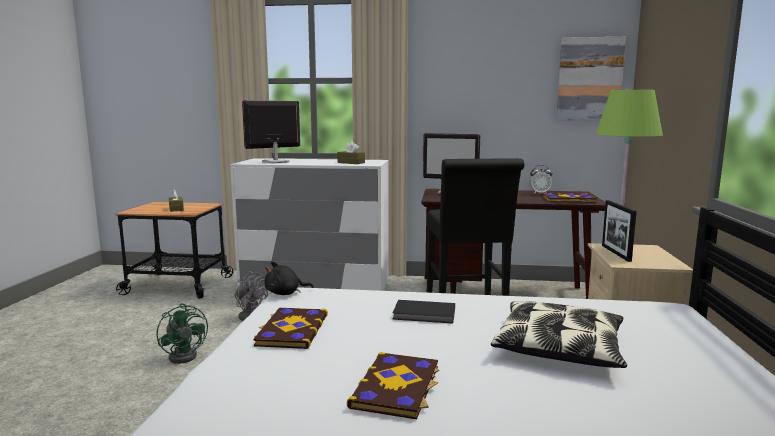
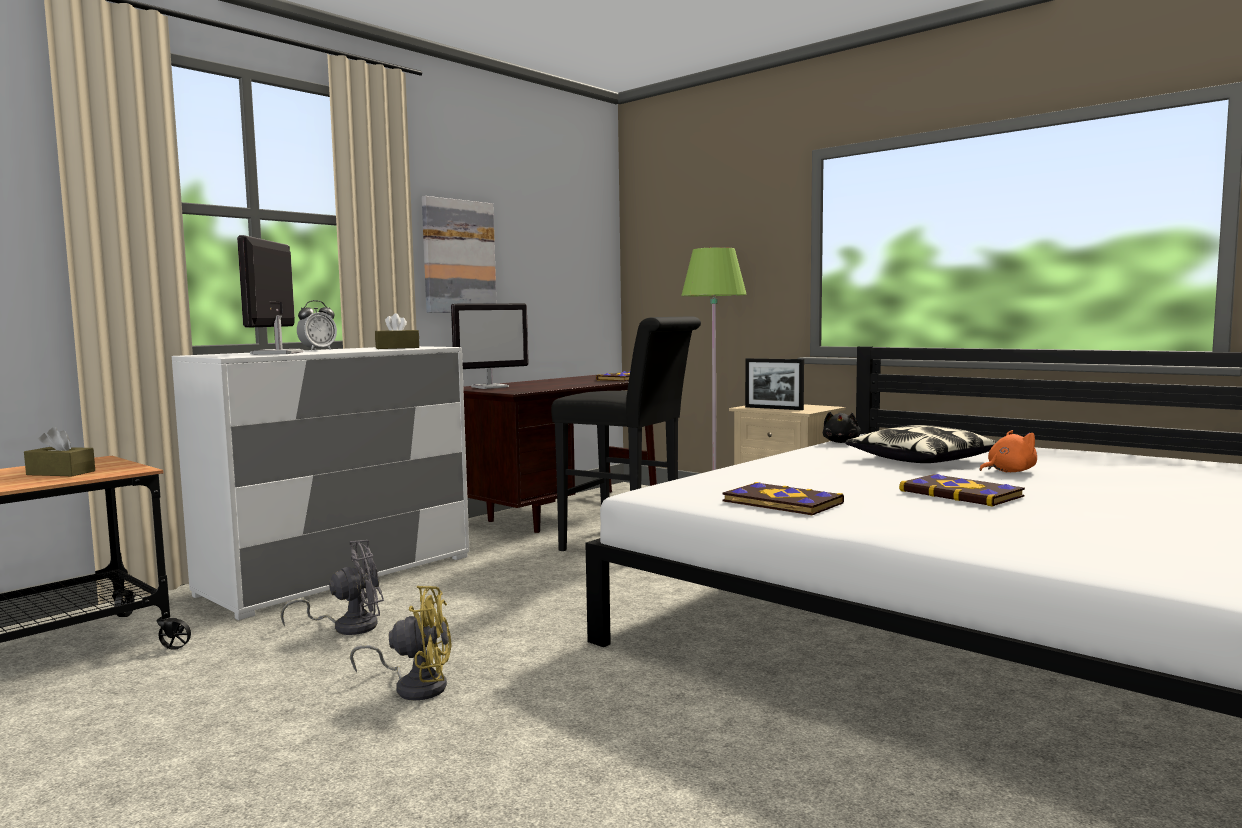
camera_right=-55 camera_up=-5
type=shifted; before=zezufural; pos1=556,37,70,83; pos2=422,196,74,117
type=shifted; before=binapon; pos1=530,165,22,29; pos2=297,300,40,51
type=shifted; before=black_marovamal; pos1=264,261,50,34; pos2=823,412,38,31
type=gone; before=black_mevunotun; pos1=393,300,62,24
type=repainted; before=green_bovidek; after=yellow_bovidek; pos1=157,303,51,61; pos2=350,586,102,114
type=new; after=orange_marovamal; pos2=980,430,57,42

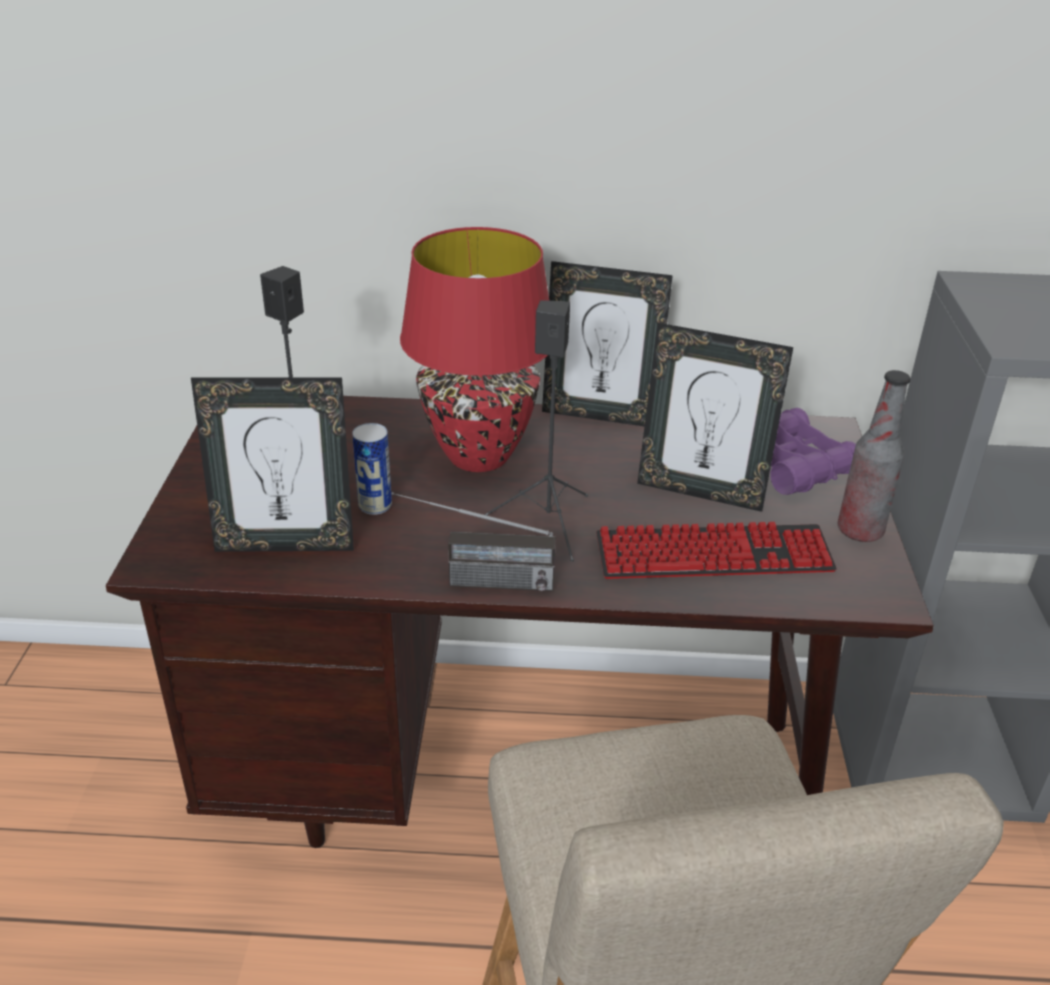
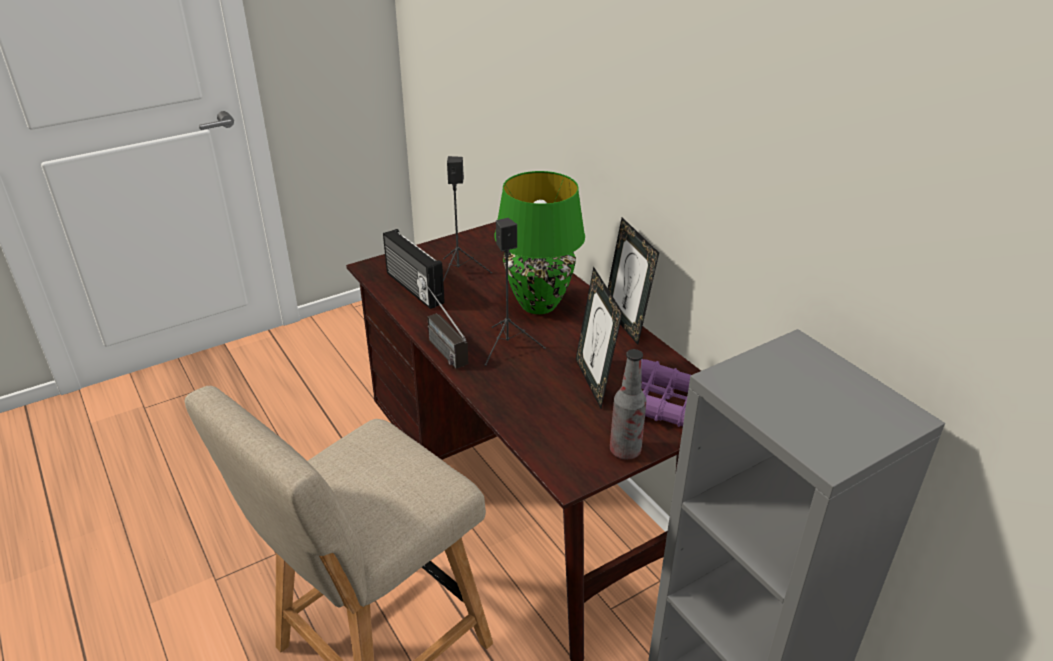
camera_right=55 camera_up=0
type=repainted; before=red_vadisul; after=green_vadisul; pos1=400,227,149,245; pos2=494,171,91,143
type=swapped; before=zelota; after=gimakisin; pos1=191,377,163,175; pos2=383,229,62,80
type=gone; before=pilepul; pos1=352,423,40,92
type=gone; before=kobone; pos1=596,522,241,57

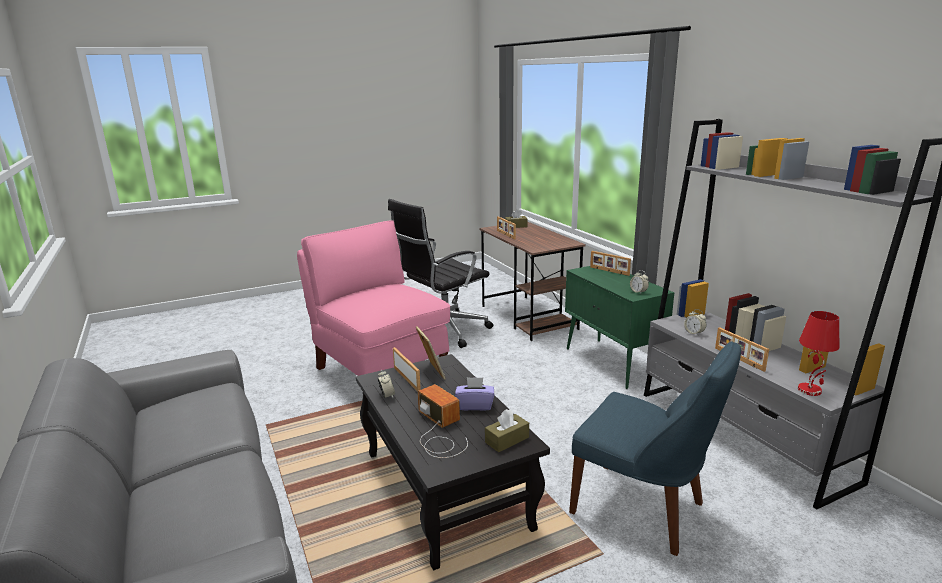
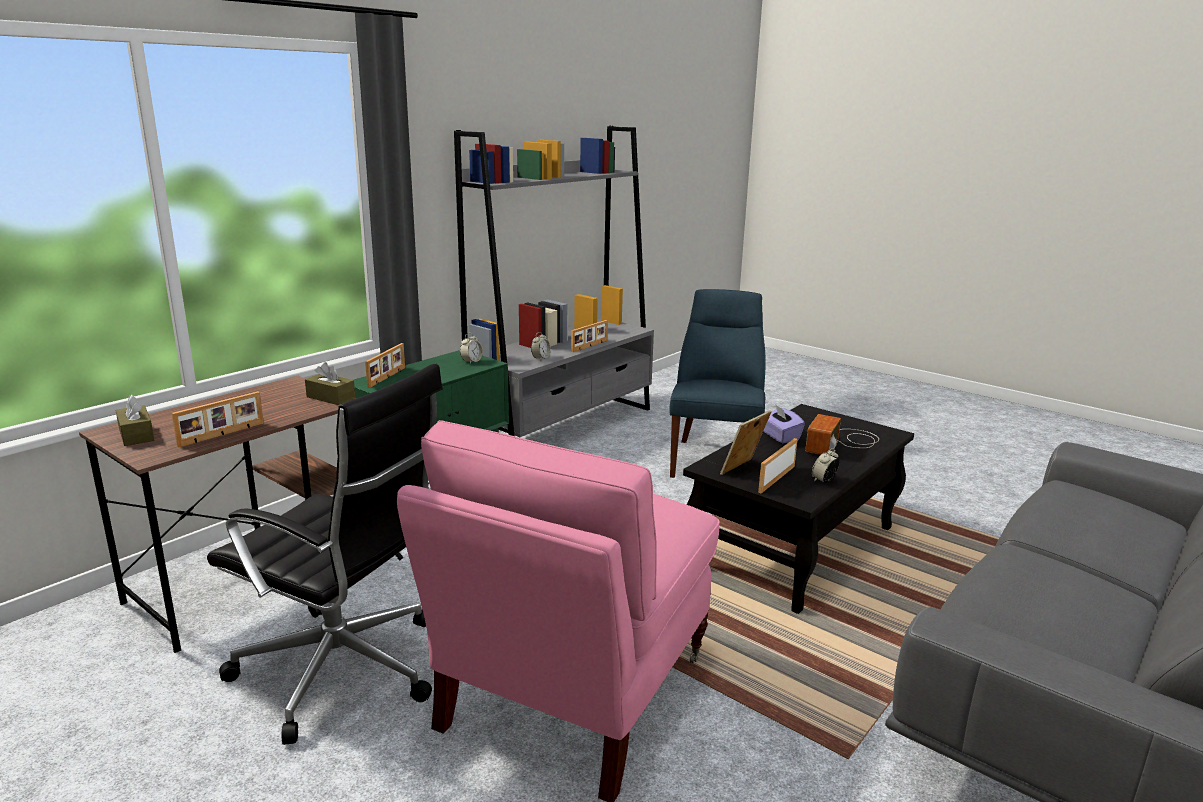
camera_right=-115 camera_up=0
type=gone; before=red_vadisul; pos1=798,311,41,85
type=shifted; before=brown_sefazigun; pos1=485,409,44,43; pos2=305,362,50,43

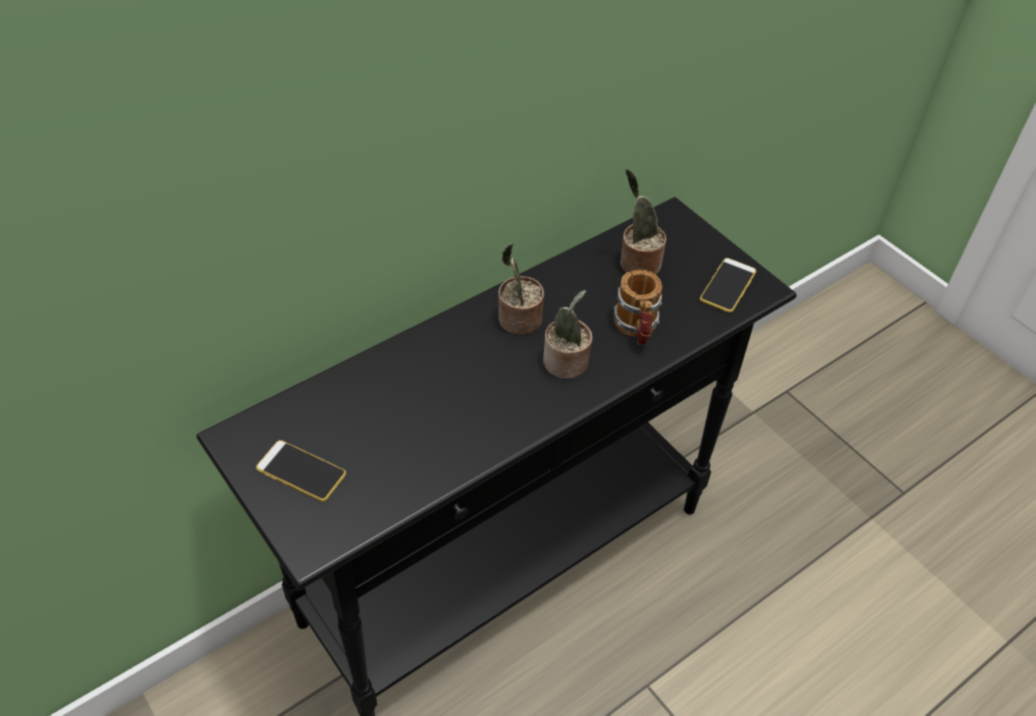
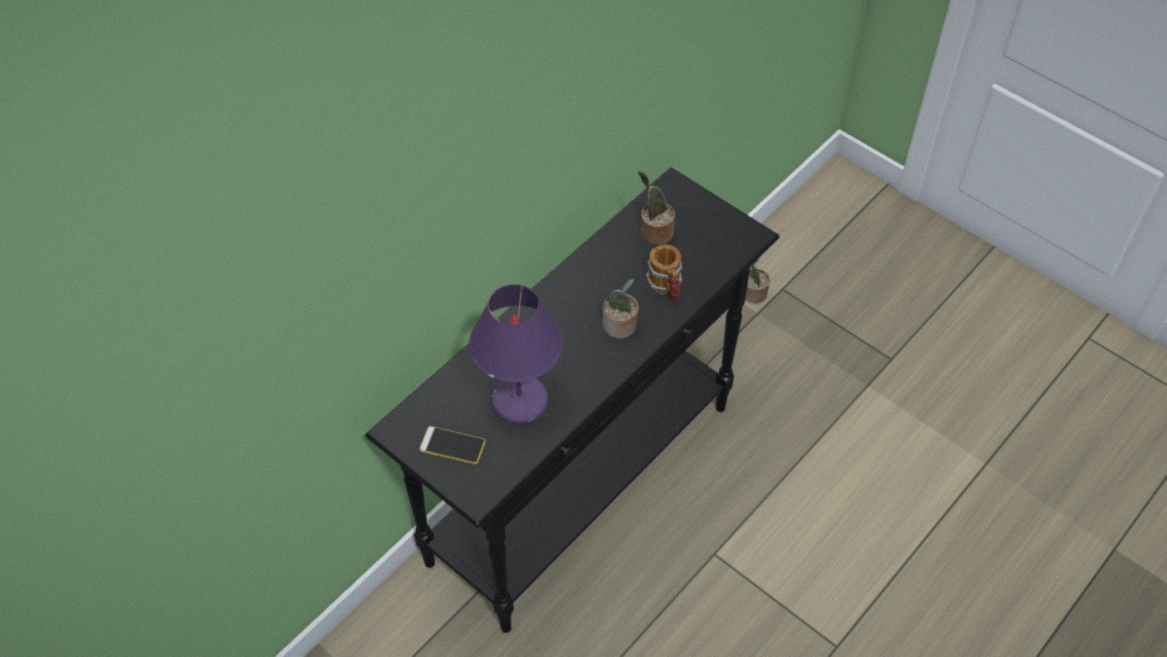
camera_right=-10 camera_up=5
type=shifted; before=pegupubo; pos1=498,243,46,92; pos2=745,258,25,46
type=gone; before=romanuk; pos1=700,258,56,55
type=new; after=purple_vadisul; pos2=469,284,94,140

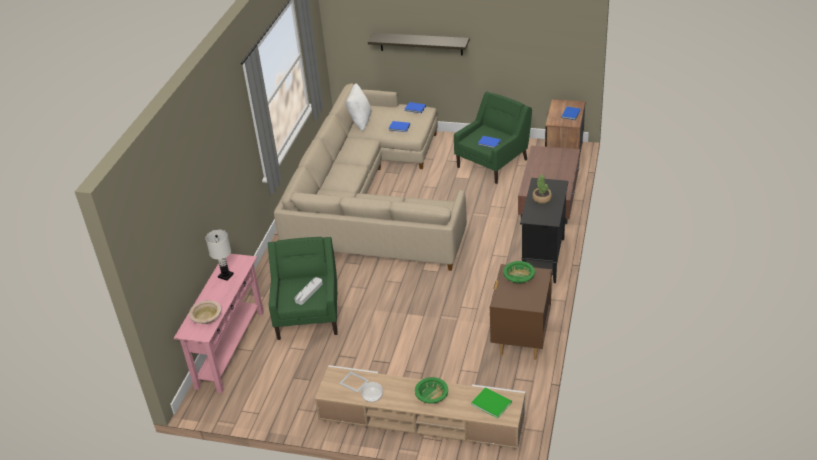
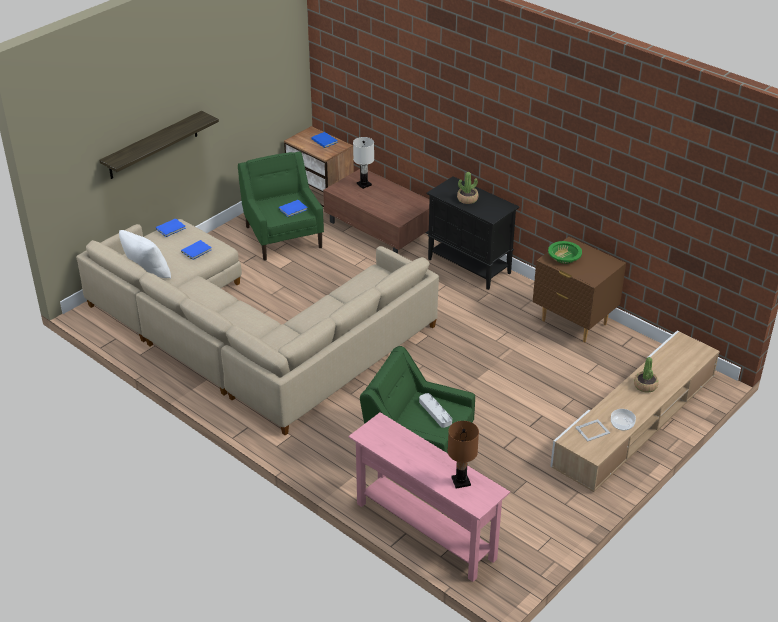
camera_right=-65 camera_up=0
type=shifted; before=white_vadisul; pos1=206,230,28,51; pos2=353,137,21,52
type=swapped; before=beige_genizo; after=brown_vadisul; pos1=189,300,32,24; pos2=448,421,31,68
type=swapped; before=green_genizo; after=pegupubo; pos1=415,377,33,27; pos2=634,357,24,36
type=gone; before=green_mevunotun; pos1=471,388,41,31

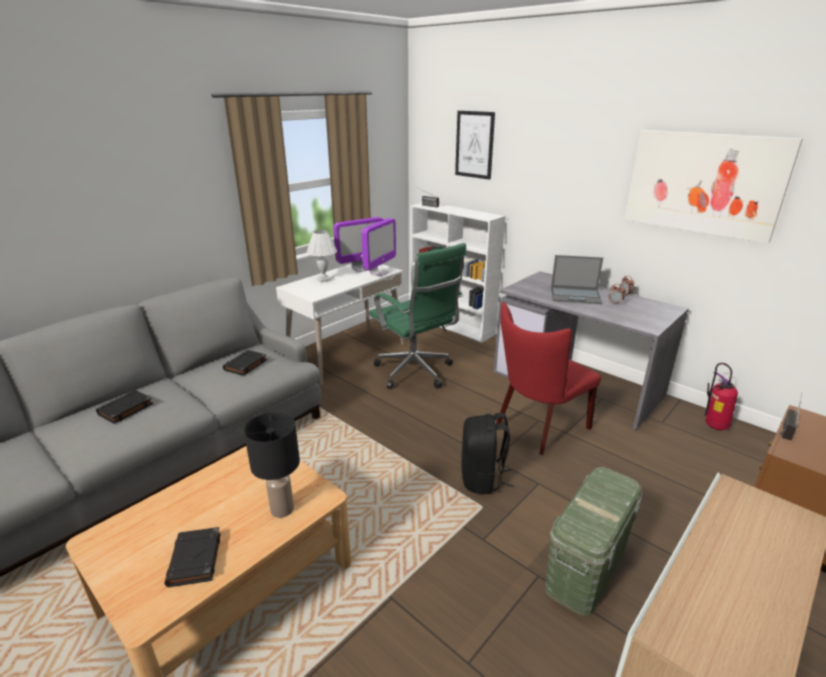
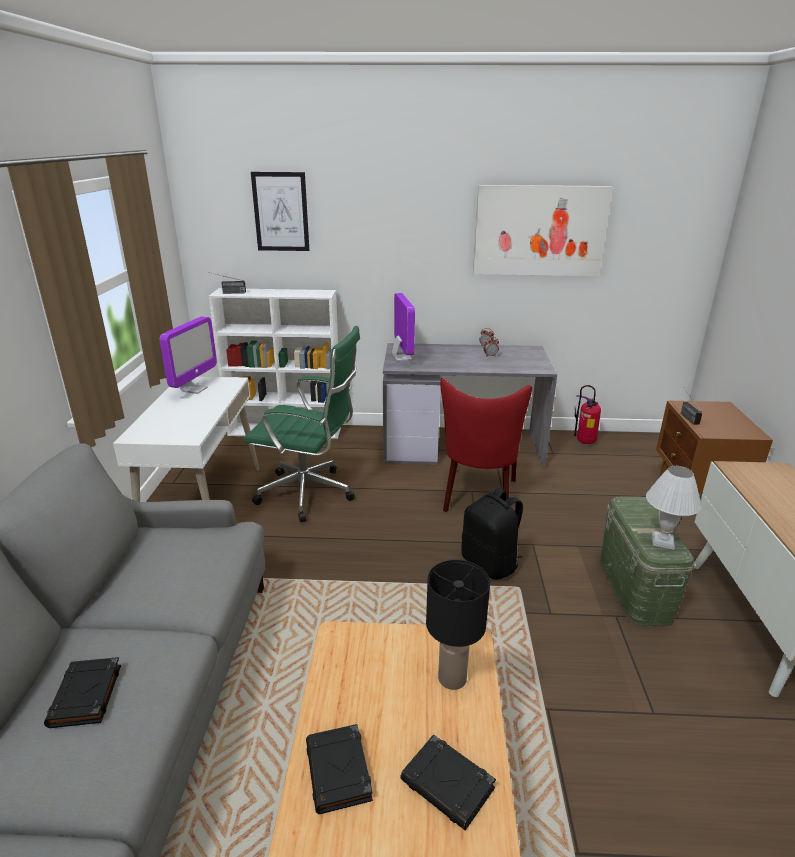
camera_right=-40 camera_up=0
type=shifted; before=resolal; pos1=361,218,35,58; pos2=392,293,23,68
type=shifted; before=white_vadisul; pos1=307,230,30,52; pos2=646,466,55,84
type=gone; before=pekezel; pos1=551,255,52,49
type=shifted; before=black_mevunotun; pos1=223,350,44,26; pos2=306,724,67,90

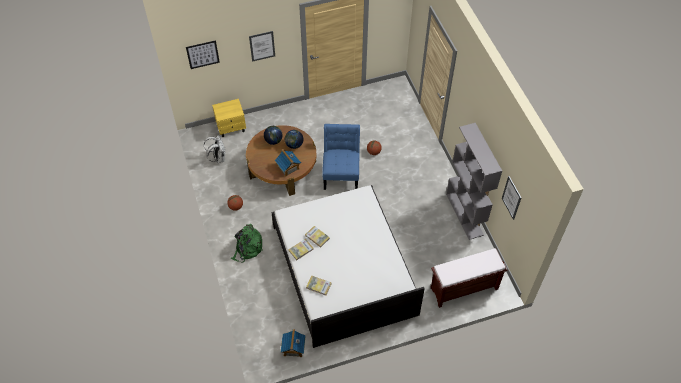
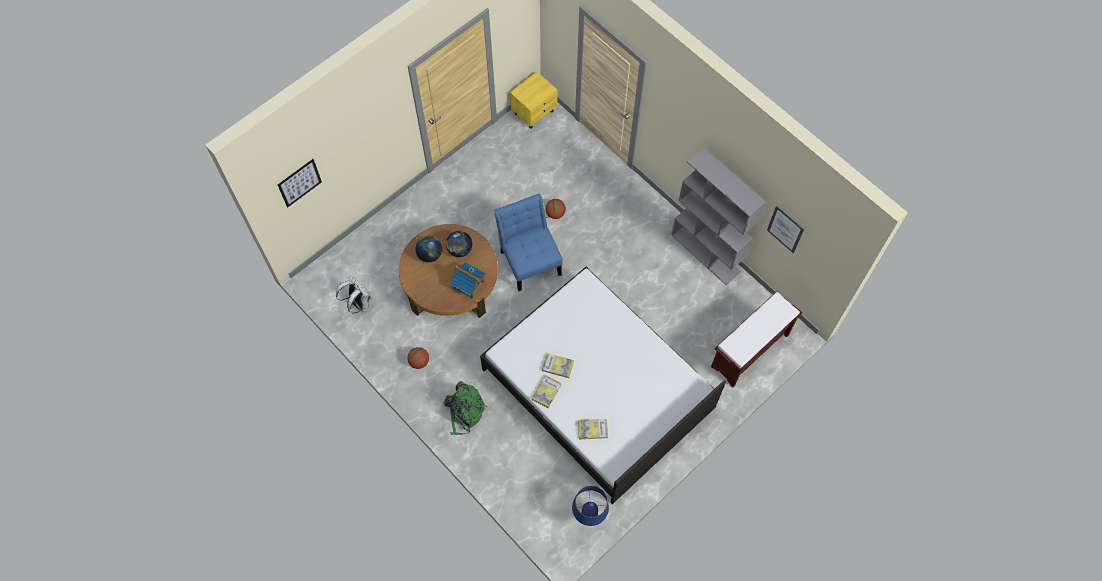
camera_right=-25 camera_up=10
type=gone; before=zezufural; pos1=249,31,26,31
type=shifted; before=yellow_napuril; pos1=212,99,34,38; pos2=510,72,48,57
type=swapped; before=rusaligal; after=blue_vadisul; pos1=281,329,25,28; pos2=572,486,37,40

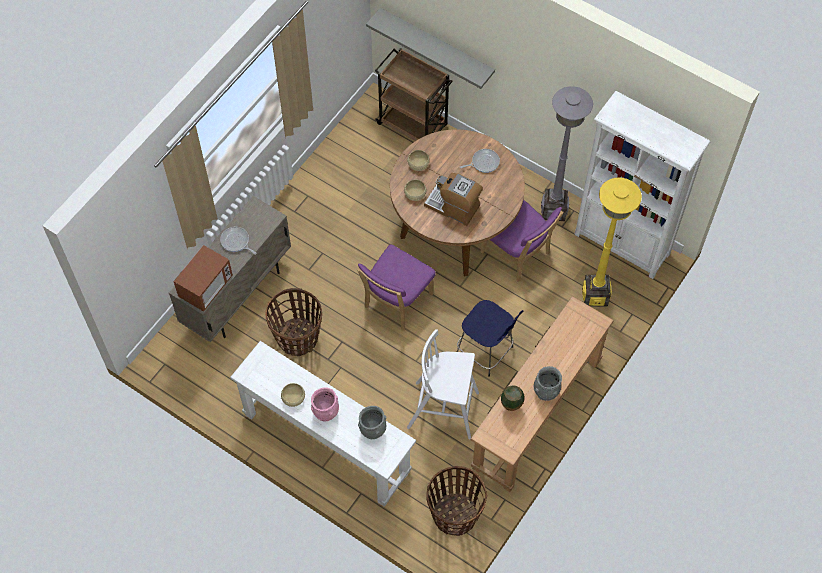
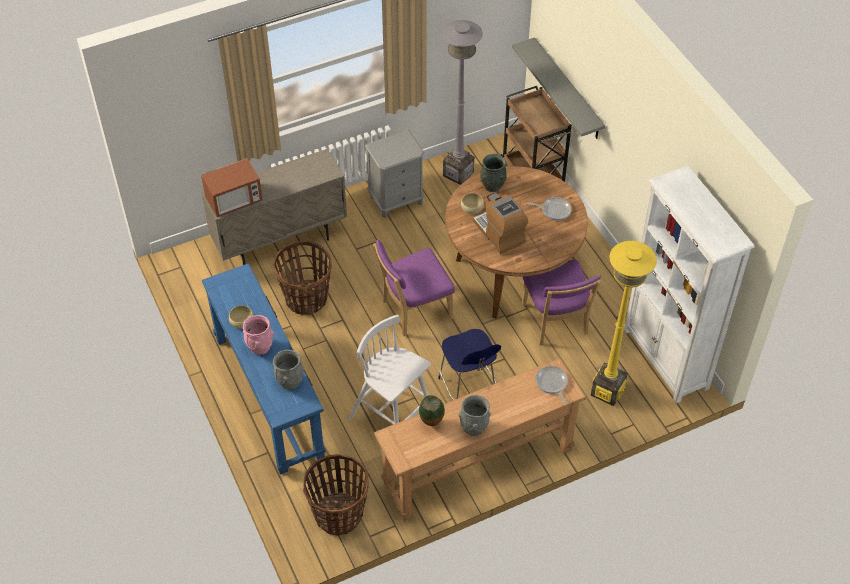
camera_right=30 camera_up=-10
type=shifted; before=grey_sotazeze; pos1=541,86,52,135; pos2=442,20,41,165
type=swapped; before=beige_genizo; after=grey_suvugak; pos1=408,150,22,21; pos2=480,154,27,38
type=shifted; before=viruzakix; pos1=220,227,37,28; pos2=536,366,32,38
type=repainted; before=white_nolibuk; after=blue_nolibuk; pos1=230,341,186,166; pos2=202,263,124,211
type=new; after=grey_napuril; pos2=365,130,60,88

